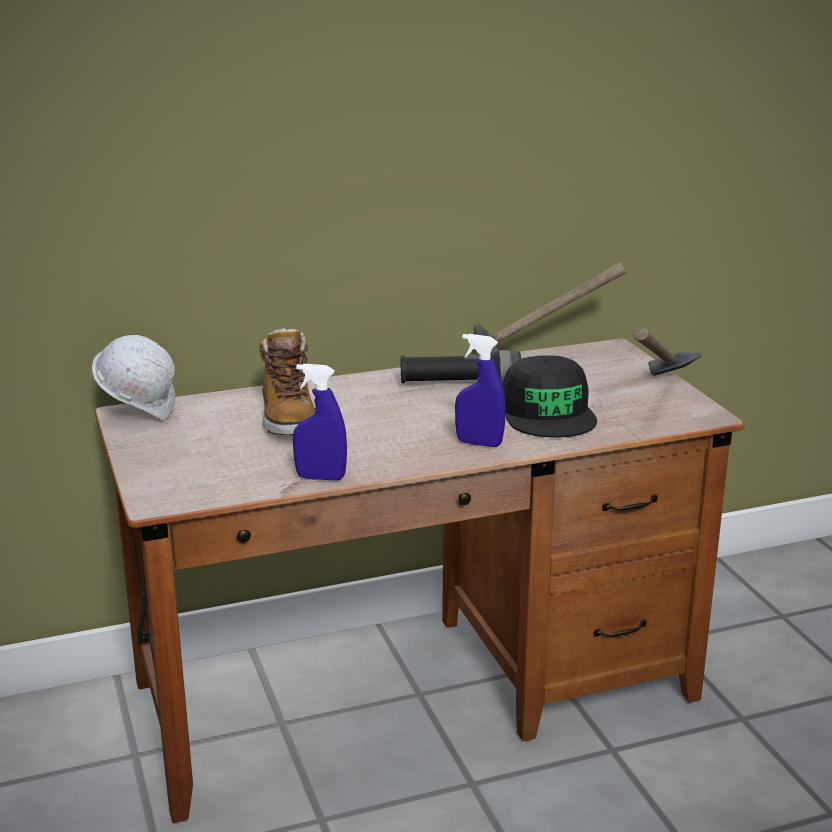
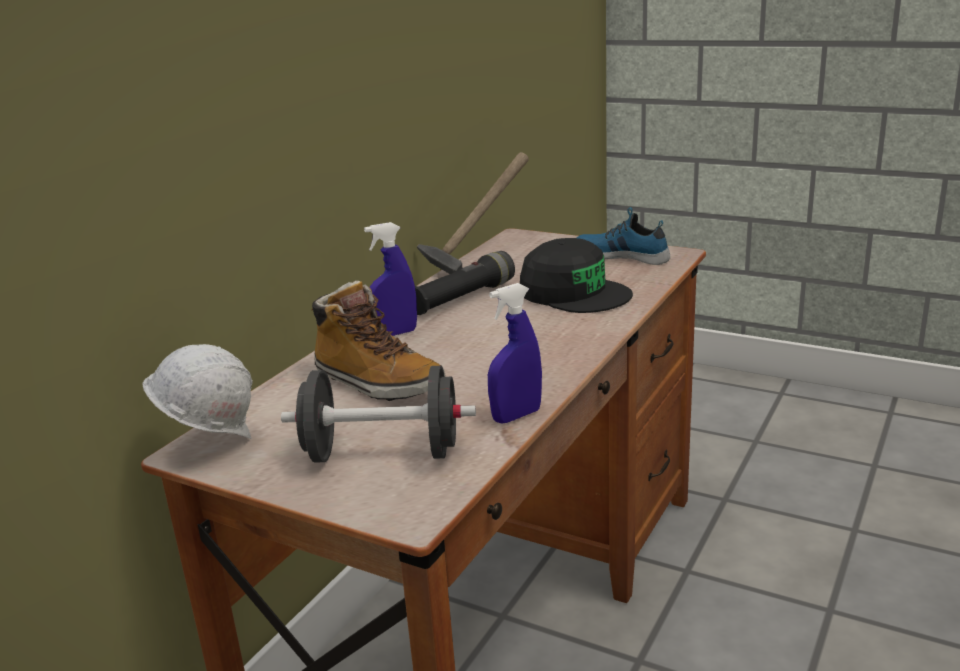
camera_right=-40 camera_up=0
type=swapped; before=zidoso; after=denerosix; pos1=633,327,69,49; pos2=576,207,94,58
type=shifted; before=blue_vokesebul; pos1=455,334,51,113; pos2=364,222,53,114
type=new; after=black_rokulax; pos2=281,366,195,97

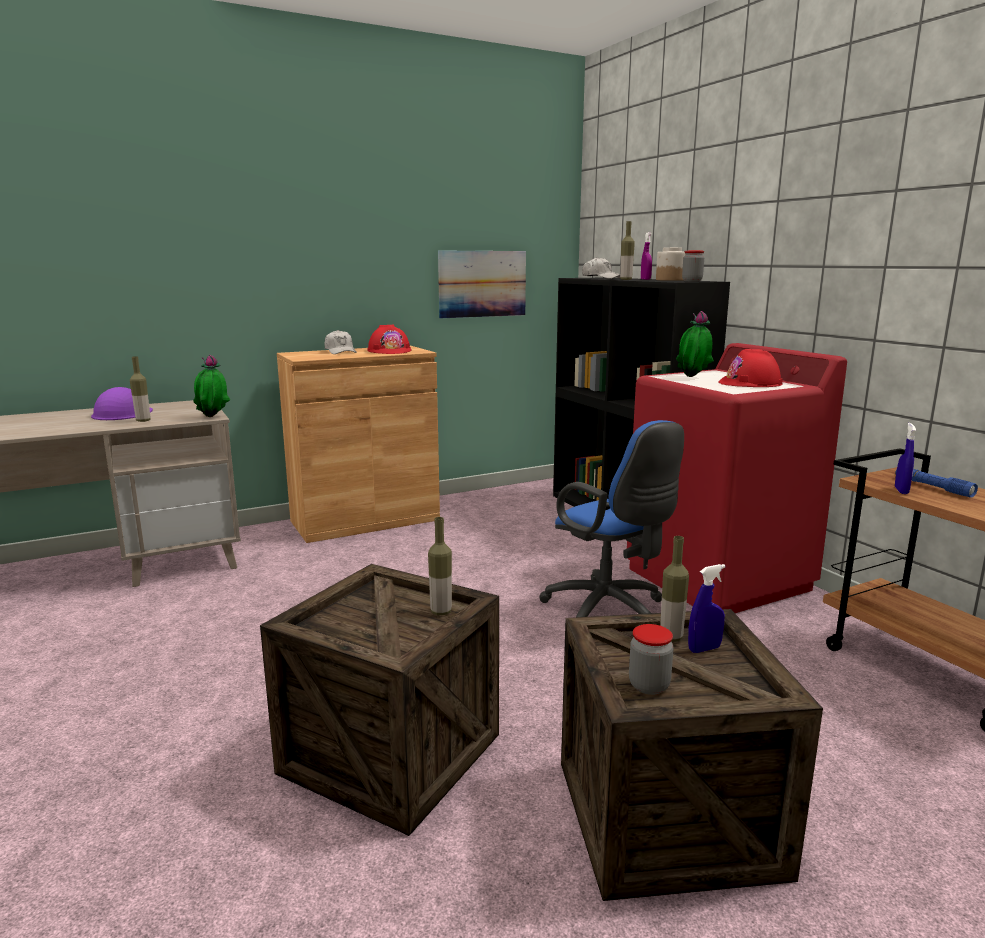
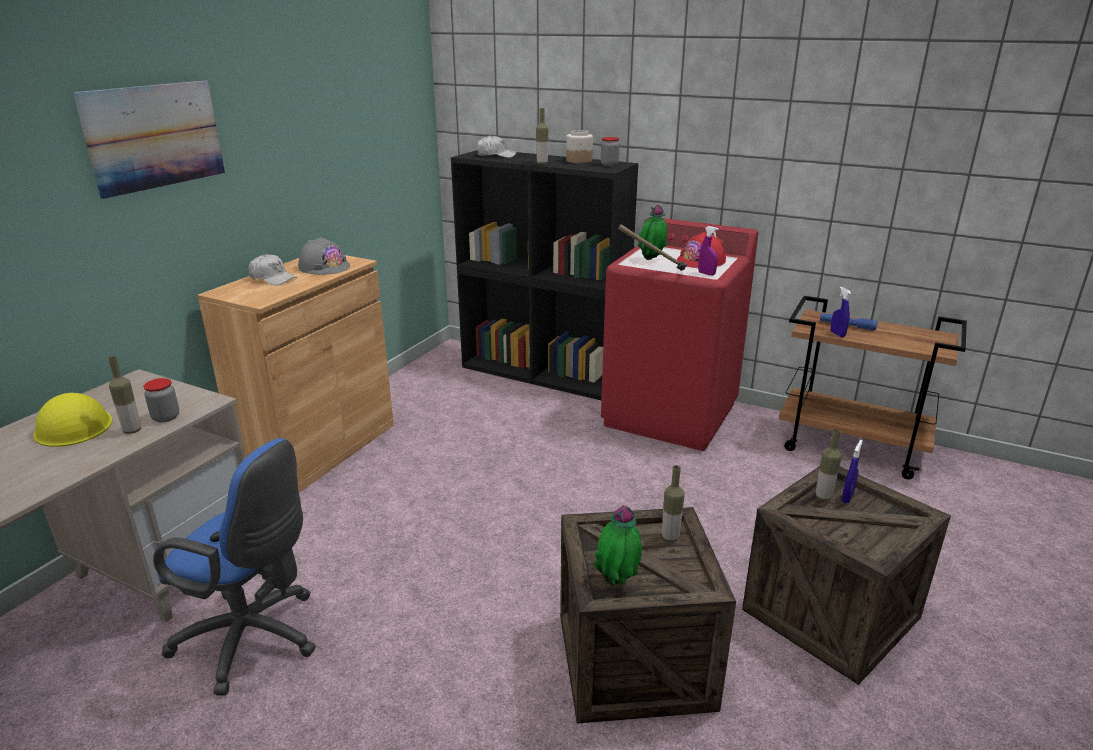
camera_right=-35 camera_up=10
type=shifted; before=purple_vokesebul; pos1=641,232,11,48; pos2=698,226,21,50
type=shifted; before=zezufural; pos1=438,251,88,67; pos2=73,81,152,118
type=repainted; before=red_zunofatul; after=grey_zunofatul; pos1=367,324,45,30; pos2=298,237,52,38
type=shifted; before=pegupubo; pos1=193,355,37,62; pos2=594,505,48,81
type=repainted; before=purple_zunofatul; after=yellow_zunofatul; pos1=91,387,62,33; pos2=33,393,79,54
type=shifted; before=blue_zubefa; pos1=539,420,145,197; pos2=153,438,163,257
type=shifted; before=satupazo; pos1=629,624,45,71; pos2=143,378,36,45
type=new; after=zidoso; pos2=618,224,70,47

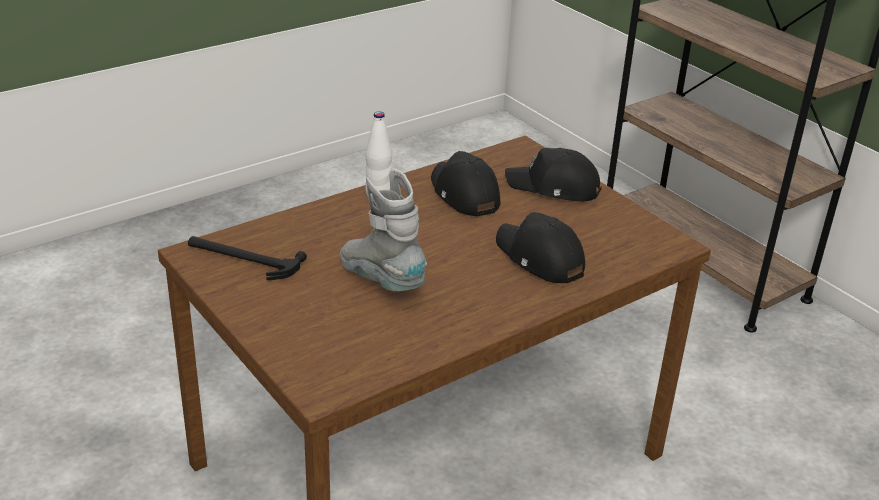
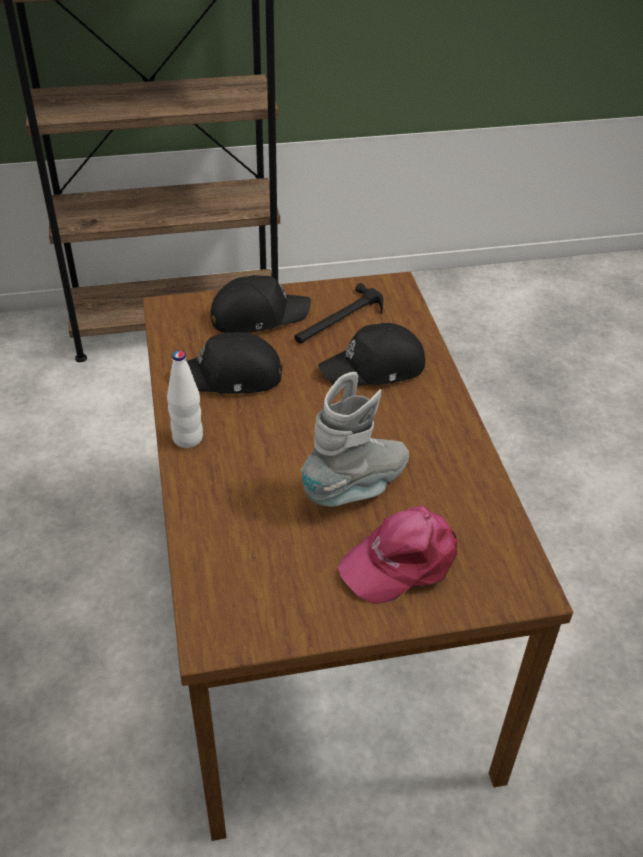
camera_right=-65 camera_up=10
type=rotated; before=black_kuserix; pos1=505,148,97,54; pos2=211,275,100,58; turn=-150
type=rotated; before=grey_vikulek; pos1=340,169,87,123; pos2=301,372,108,135; turn=150
type=shifted; before=zidoso; pos1=188,236,119,44; pos2=294,283,89,61
type=new; after=pink_kuserix; pos2=337,505,121,99

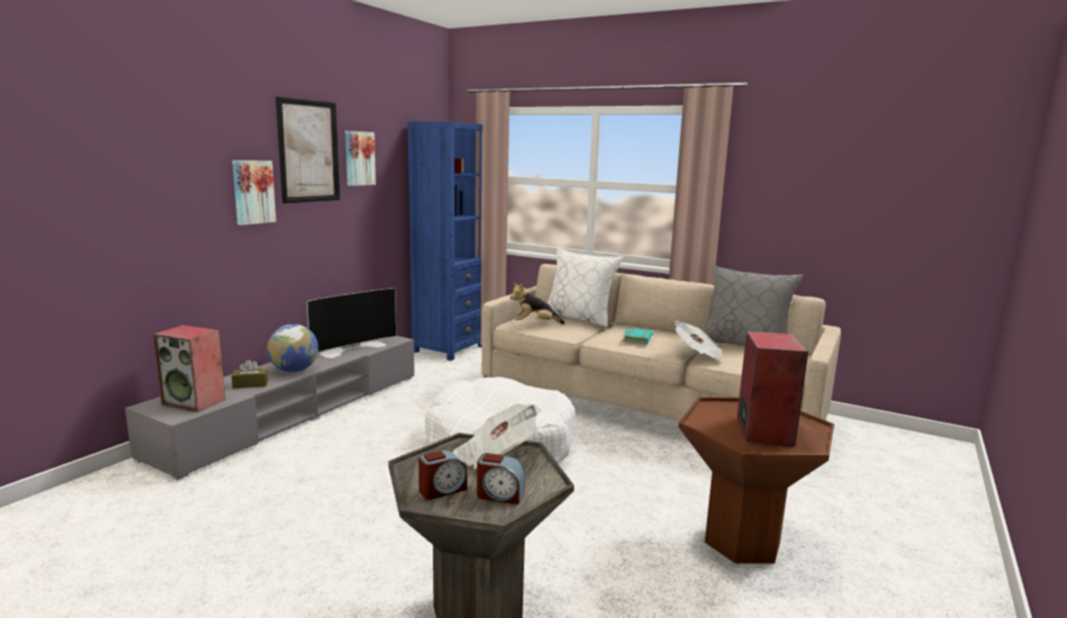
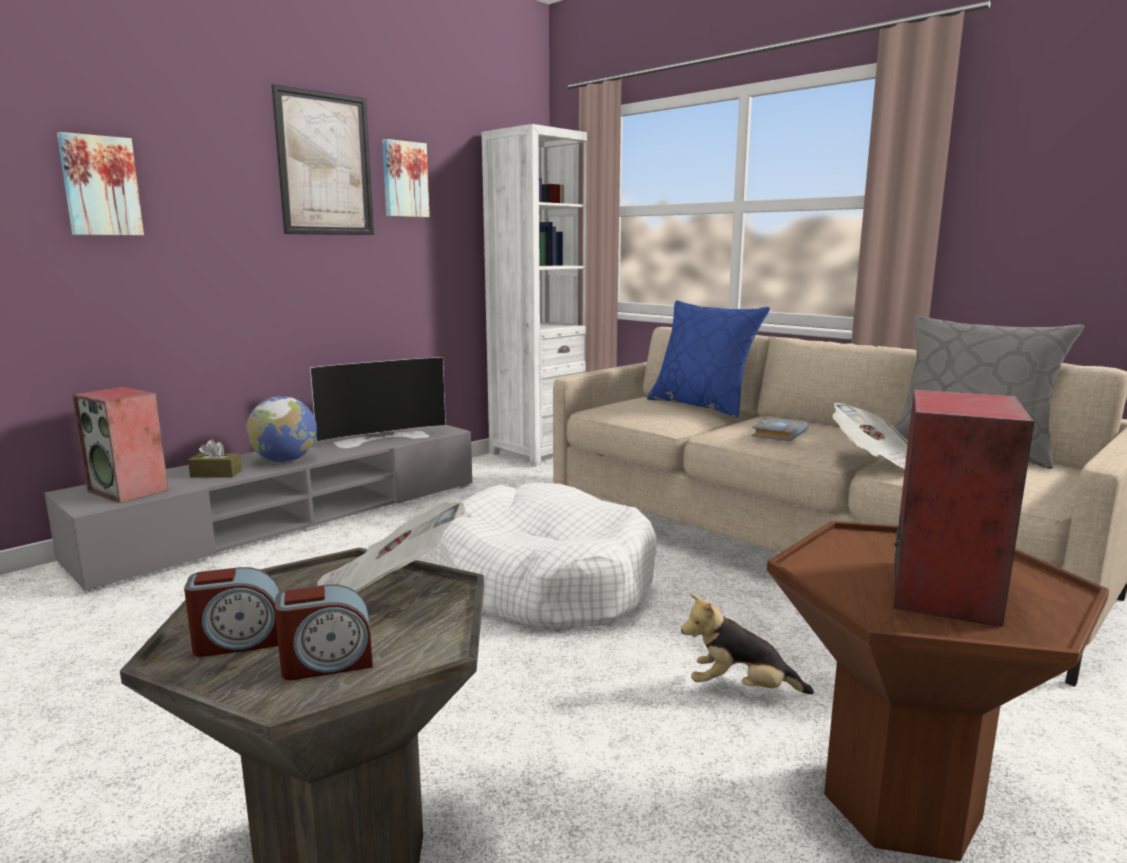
camera_right=15 camera_up=0
type=repainted; before=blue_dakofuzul; after=white_dakofuzul; pos1=408,121,75,240; pos2=482,124,105,343
type=shifted; before=zezufural; pos1=232,161,44,64; pos2=57,132,87,104
type=repainted; before=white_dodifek; after=blue_dodifek; pos1=547,248,77,80; pos2=647,300,123,118
type=shifted; before=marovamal; pos1=510,283,55,41; pos2=681,594,133,100
type=repainted; before=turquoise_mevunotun; after=grey_mevunotun; pos1=623,328,30,16; pos2=752,417,56,25
type=rotated; before=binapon; pos1=477,453,48,51; pos2=275,584,98,96; turn=-45

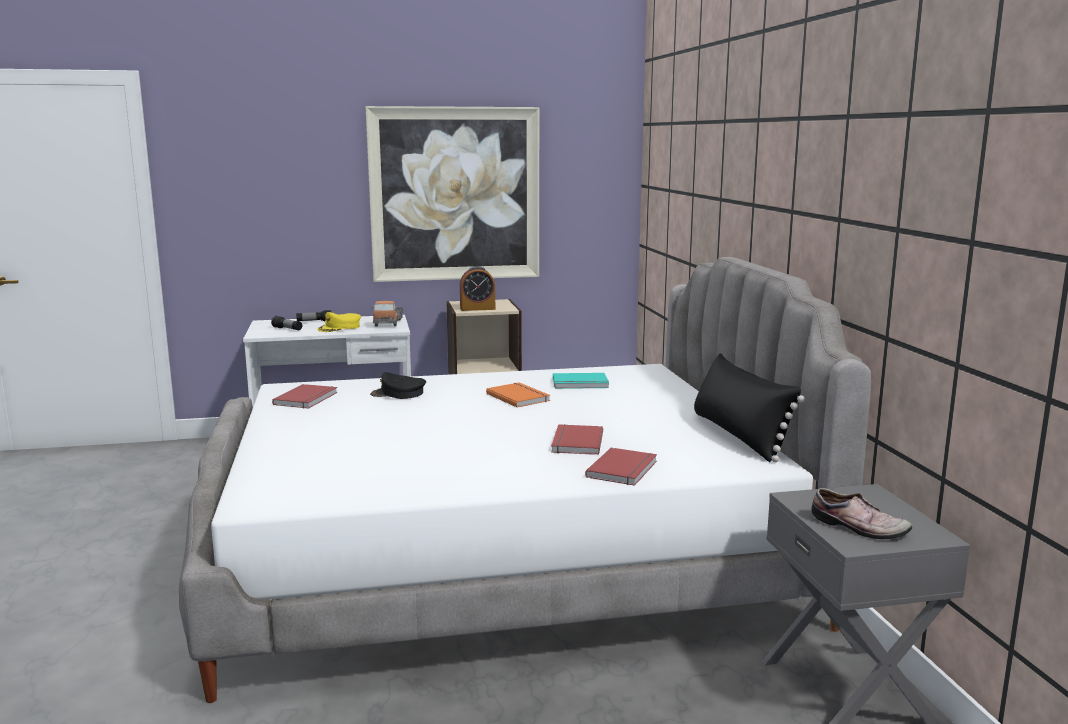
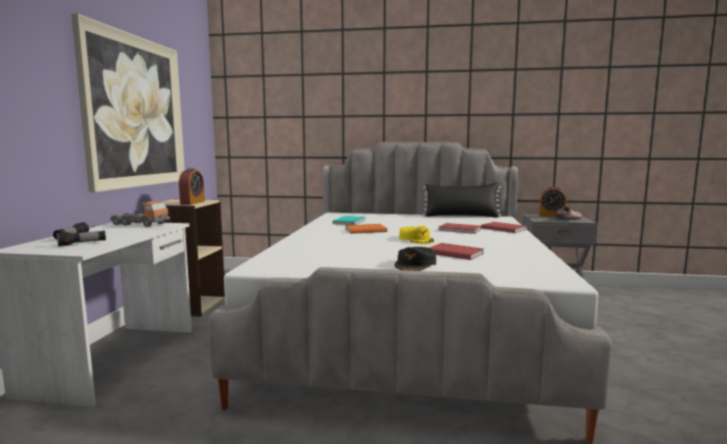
camera_right=-70 camera_up=-5
type=shifted; before=yellow_kuserix; pos1=317,312,44,20; pos2=399,226,35,18
type=shifted; before=black_kuserix; pos1=370,372,56,27; pos2=395,247,41,24
type=shifted; before=red_mevunotun; pos1=272,384,65,24; pos2=429,243,55,17
type=new; after=binapon; pos2=539,187,27,30

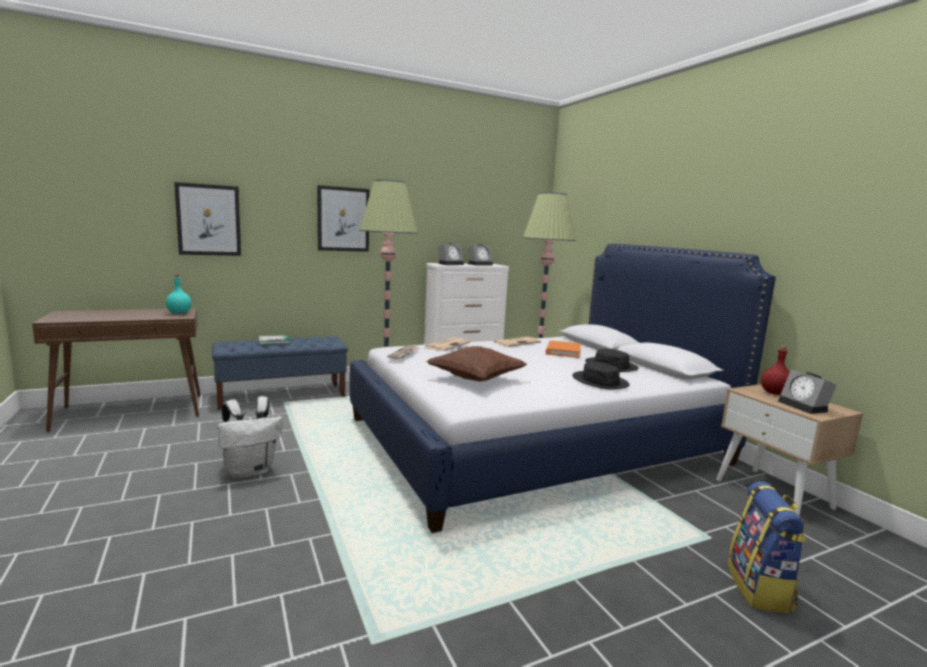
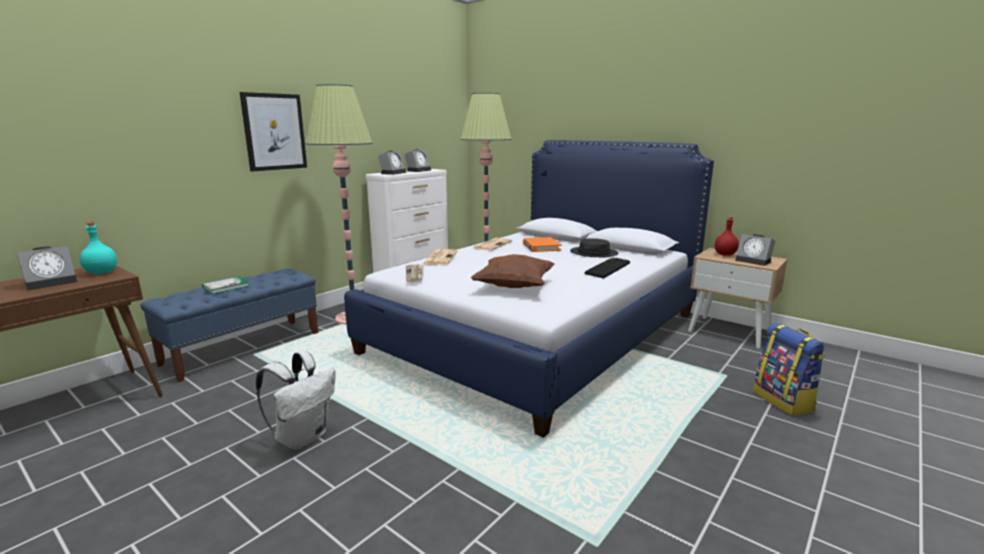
camera_right=-25 camera_up=5
type=gone; before=zezufural; pos1=174,182,67,74
type=swapped; before=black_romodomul; after=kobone; pos1=572,362,58,28; pos2=585,258,45,20
type=new; after=binapon; pos2=17,246,60,44

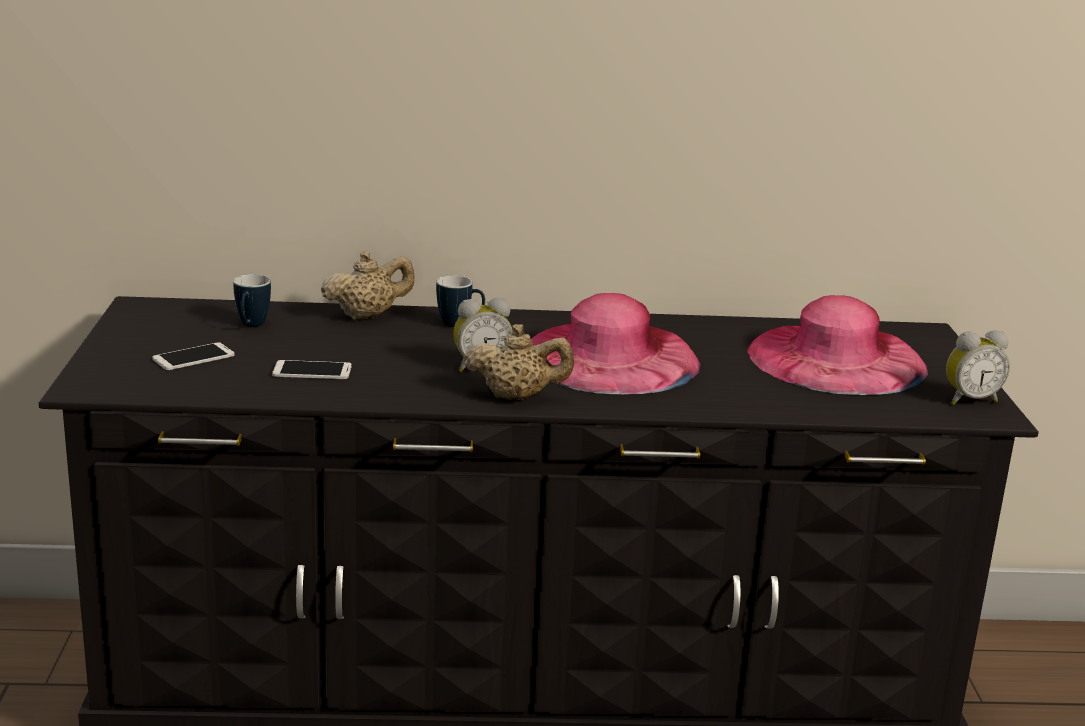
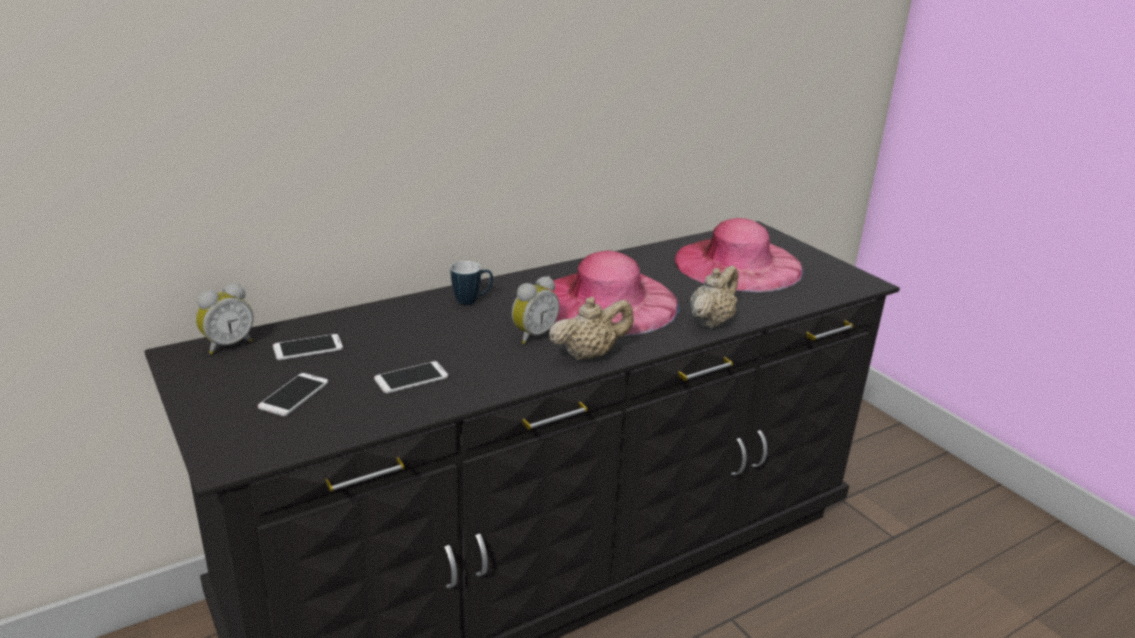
camera_right=-30 camera_up=5
type=shifted; before=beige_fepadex; pos1=321,251,94,68; pos2=690,265,48,64
type=swapped; before=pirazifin; after=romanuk; pos1=233,274,38,53; pos2=273,334,70,26
type=shifted; before=binapon; pos1=946,330,64,75; pos2=196,283,58,71

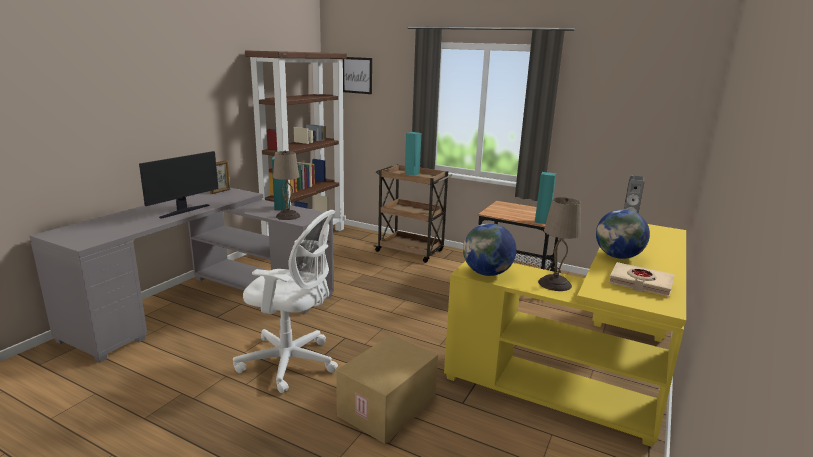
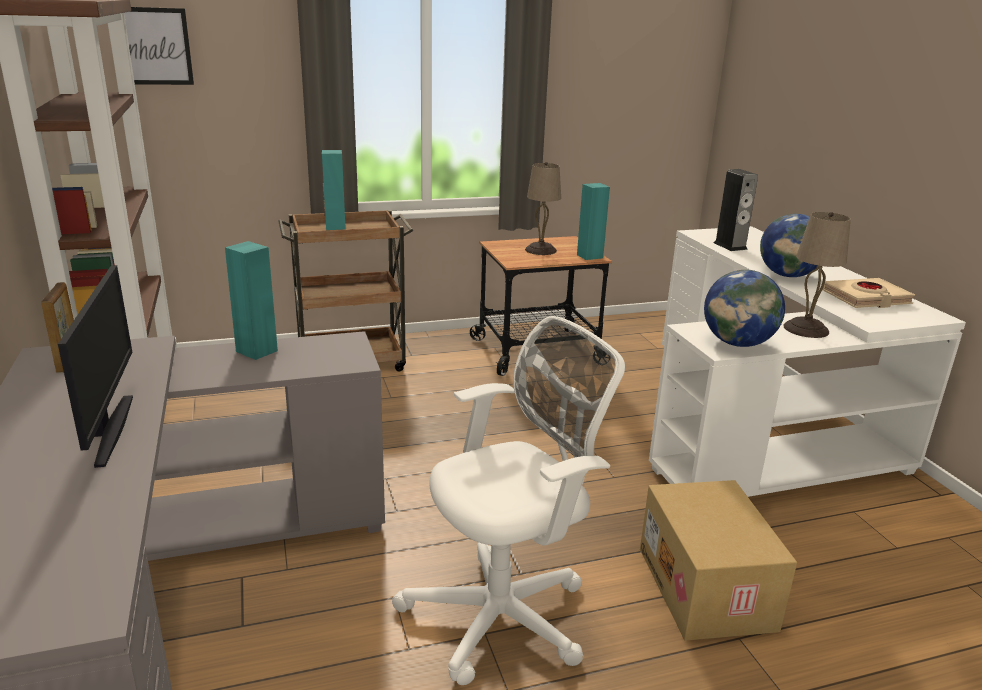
camera_right=-45 camera_up=5
type=shifted; before=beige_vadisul; pos1=273,150,27,70; pos2=525,162,36,93
type=repainted; before=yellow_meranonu; after=white_meranonu; pos1=444,224,242,223; pos2=649,226,317,271

